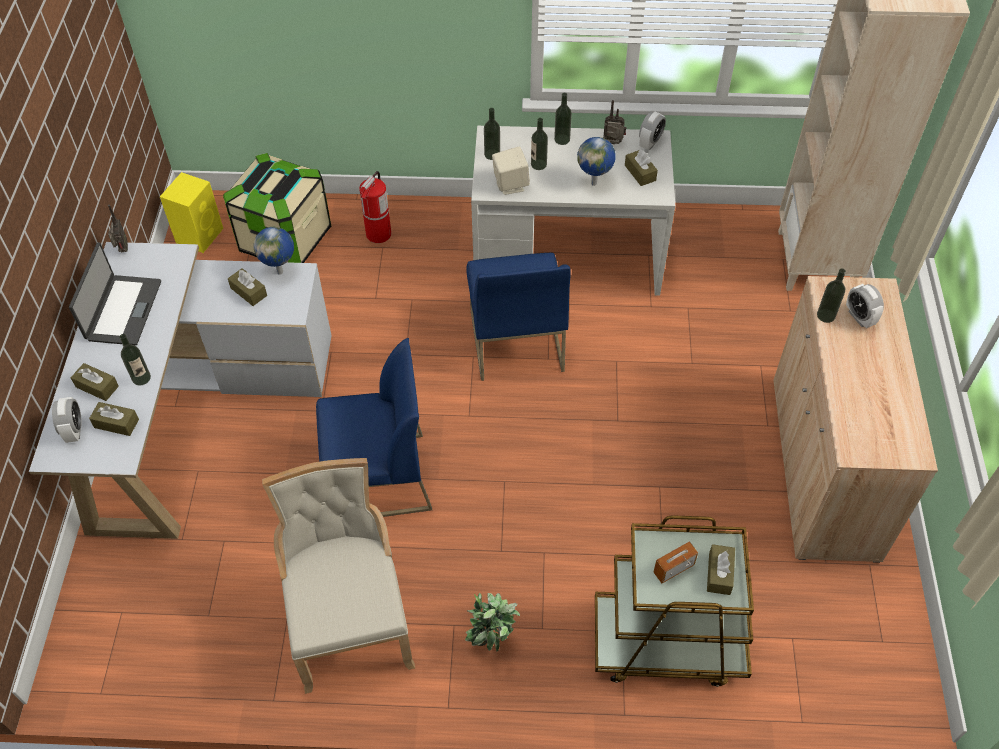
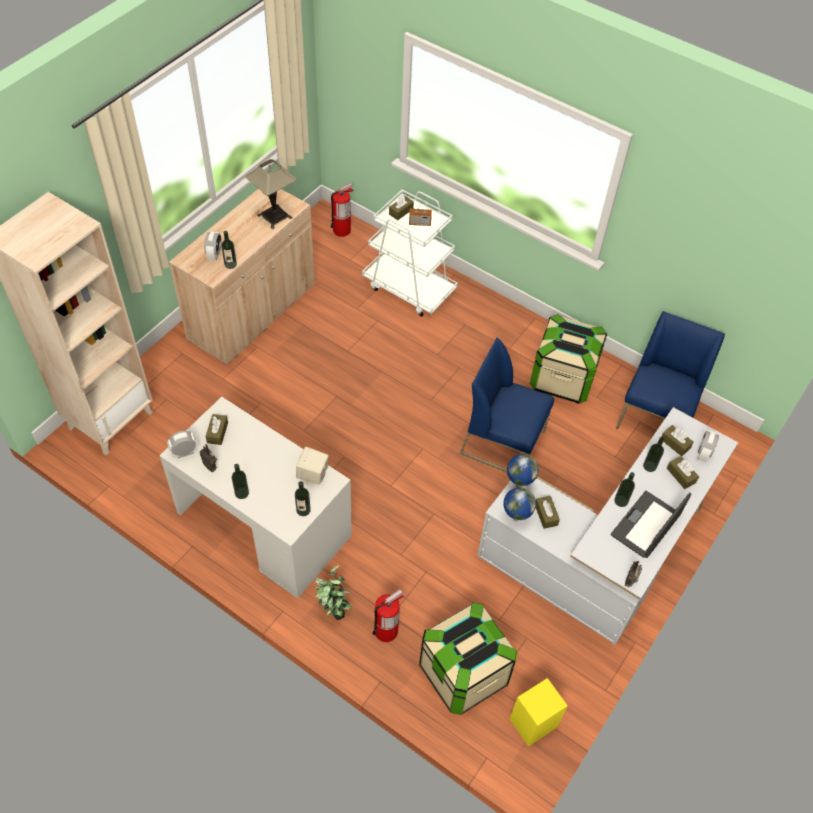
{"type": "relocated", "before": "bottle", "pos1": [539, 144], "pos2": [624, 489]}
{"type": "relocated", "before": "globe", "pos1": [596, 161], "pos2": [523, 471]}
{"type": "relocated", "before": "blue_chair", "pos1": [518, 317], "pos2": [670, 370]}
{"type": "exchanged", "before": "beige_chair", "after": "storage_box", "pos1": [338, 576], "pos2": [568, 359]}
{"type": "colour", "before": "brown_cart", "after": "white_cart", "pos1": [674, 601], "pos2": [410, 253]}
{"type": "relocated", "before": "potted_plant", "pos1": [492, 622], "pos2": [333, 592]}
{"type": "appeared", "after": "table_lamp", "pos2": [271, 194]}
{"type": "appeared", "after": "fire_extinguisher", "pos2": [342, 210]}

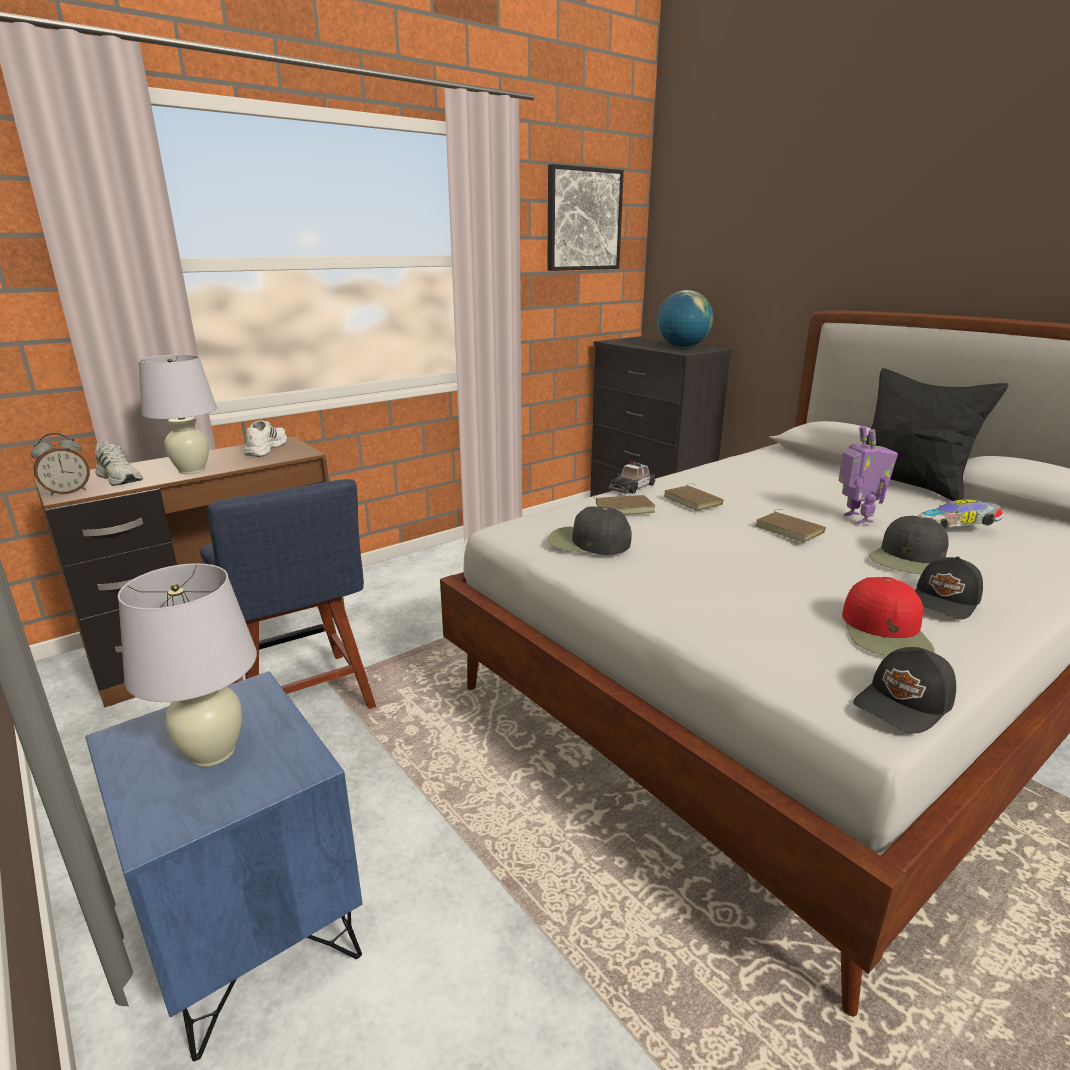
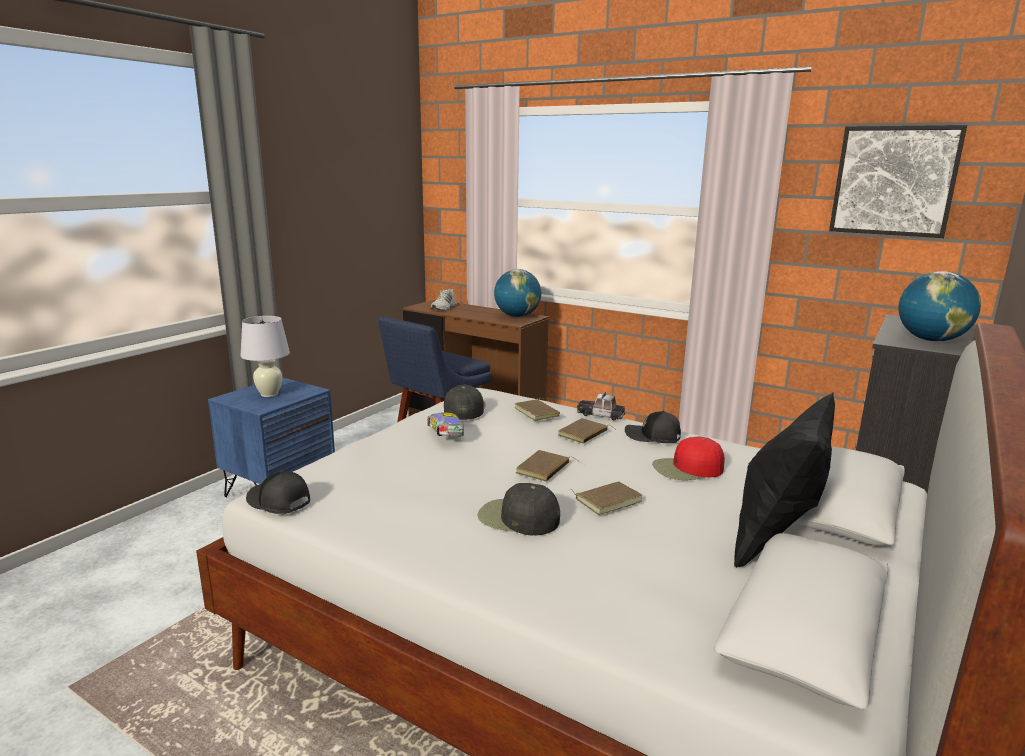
{"type": "missing", "before": "white_table_lamp", "pos1": [177, 414]}
{"type": "exchanged", "before": "white_shoe", "after": "globe", "pos1": [265, 438], "pos2": [517, 293]}
{"type": "exchanged", "before": "toy_robot", "after": "brown_book", "pos1": [868, 475], "pos2": [606, 498]}
{"type": "missing", "before": "alarm_clock", "pos1": [60, 464]}
{"type": "relocated", "before": "toy_car", "pos1": [960, 514], "pos2": [445, 425]}
{"type": "relocated", "before": "black_cap", "pos1": [949, 588], "pos2": [653, 427]}
{"type": "relocated", "before": "red_cap", "pos1": [888, 616], "pos2": [688, 458]}

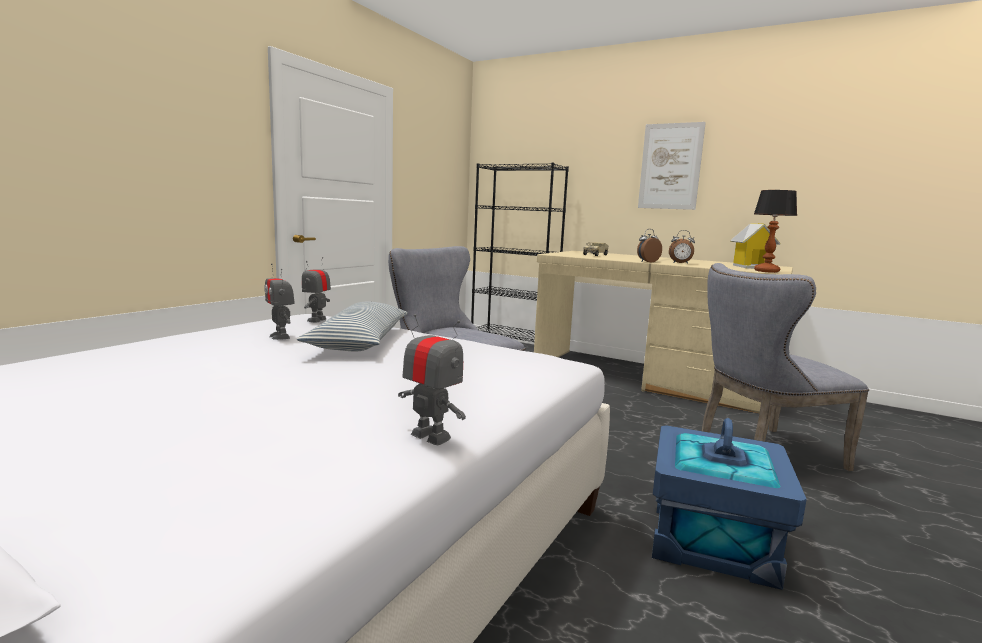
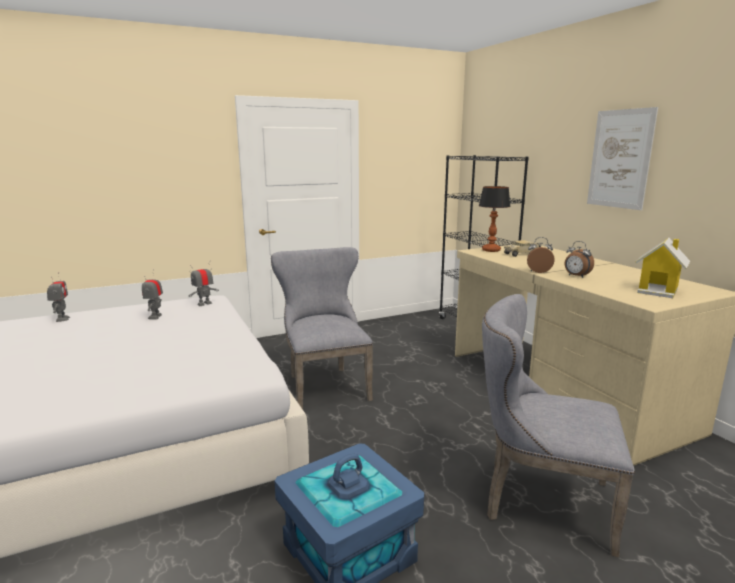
{"type": "relocated", "before": "table_lamp", "pos1": [775, 231], "pos2": [495, 219]}
{"type": "missing", "before": "pillow", "pos1": [352, 326]}
{"type": "relocated", "before": "toy_robot", "pos1": [432, 379], "pos2": [58, 297]}

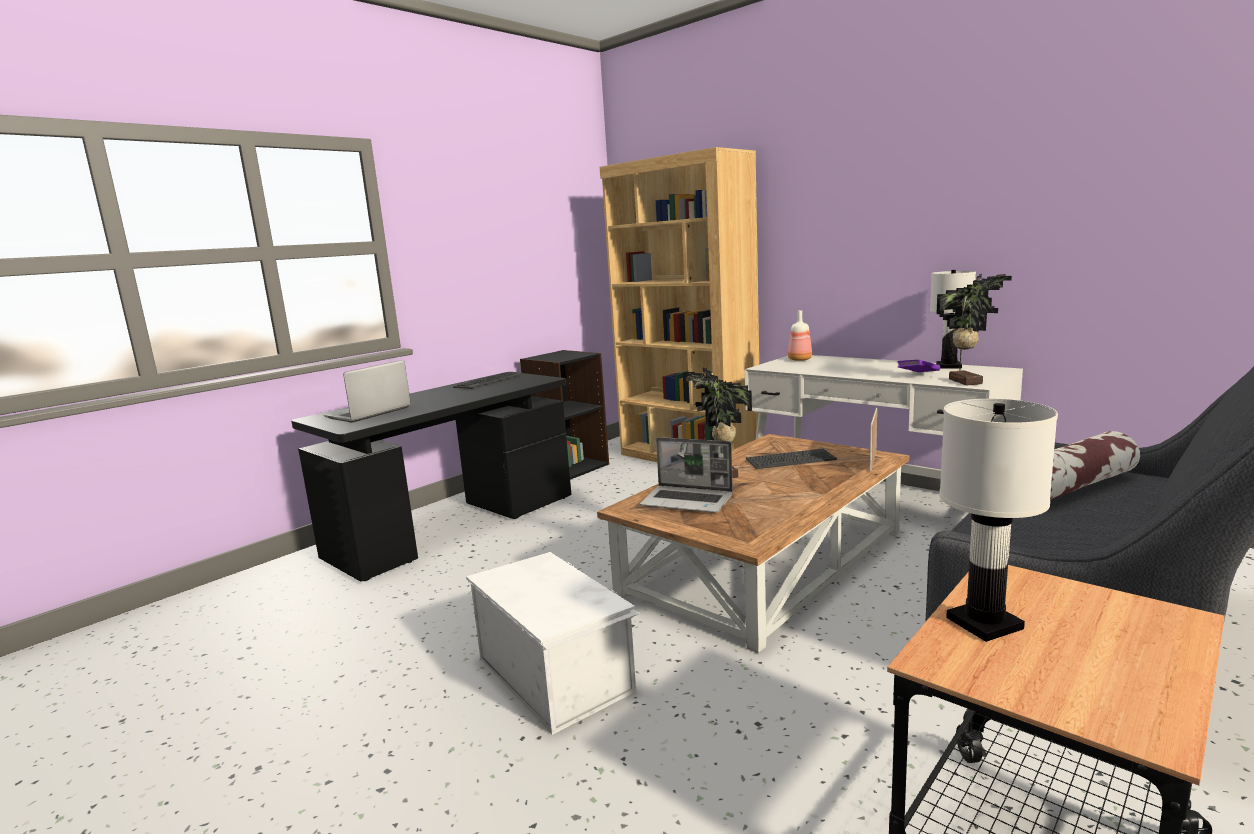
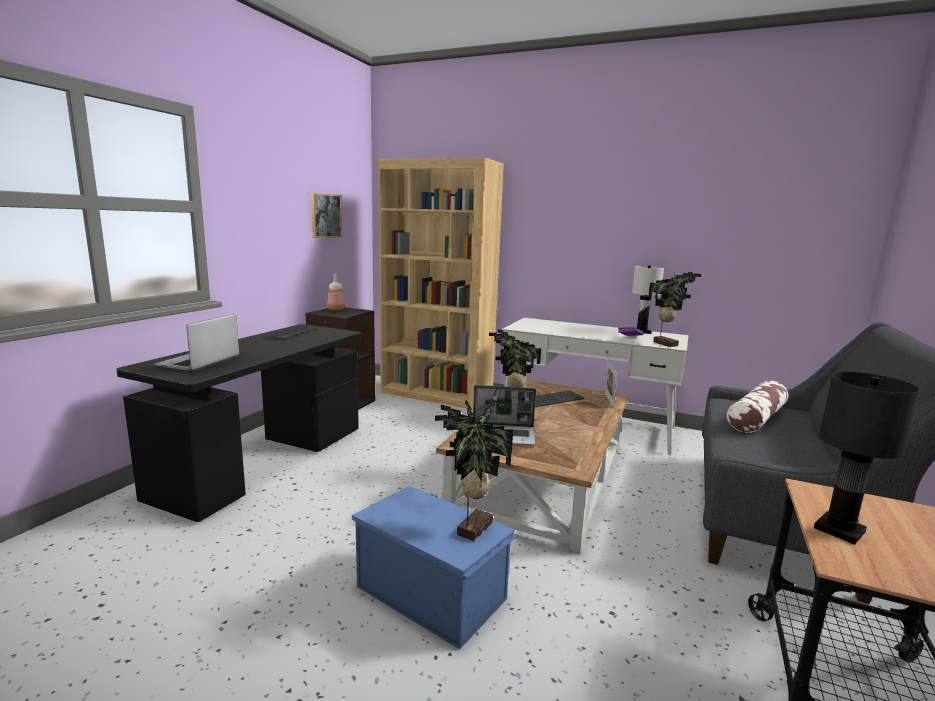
{"type": "relocated", "before": "bottle", "pos1": [800, 335], "pos2": [336, 292]}
{"type": "colour", "before": "white_table_lamp", "after": "black_table_lamp", "pos1": [998, 520], "pos2": [867, 458]}
{"type": "colour", "before": "white_storage_box", "after": "blue_storage_box", "pos1": [553, 643], "pos2": [435, 567]}
{"type": "appeared", "after": "picture", "pos2": [326, 215]}
{"type": "appeared", "after": "potted_plant", "pos2": [474, 470]}

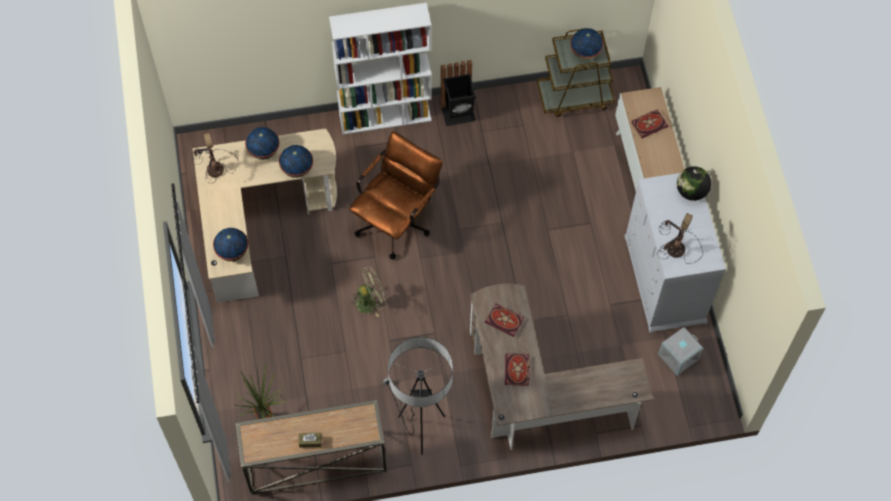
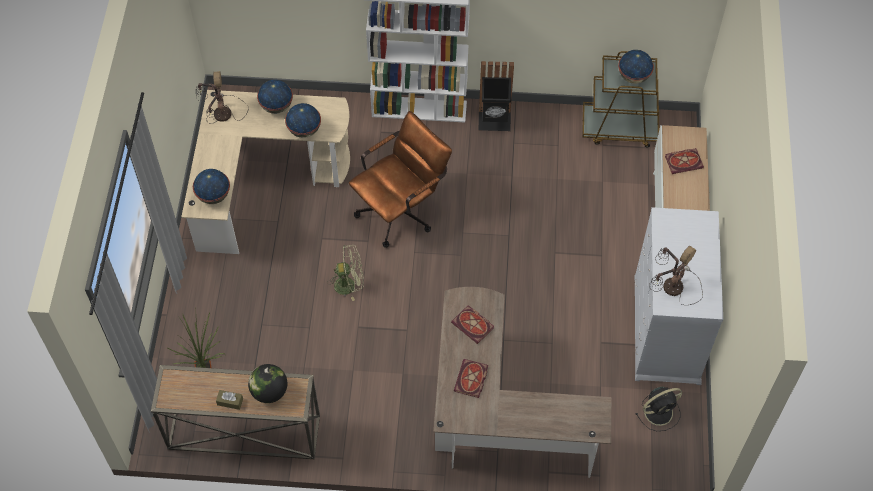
{"type": "relocated", "before": "globe", "pos1": [694, 183], "pos2": [267, 383]}
{"type": "exchanged", "before": "grey_storage_box", "after": "black_fan", "pos1": [680, 351], "pos2": [659, 409]}
{"type": "missing", "before": "floor_lamp", "pos1": [418, 396]}

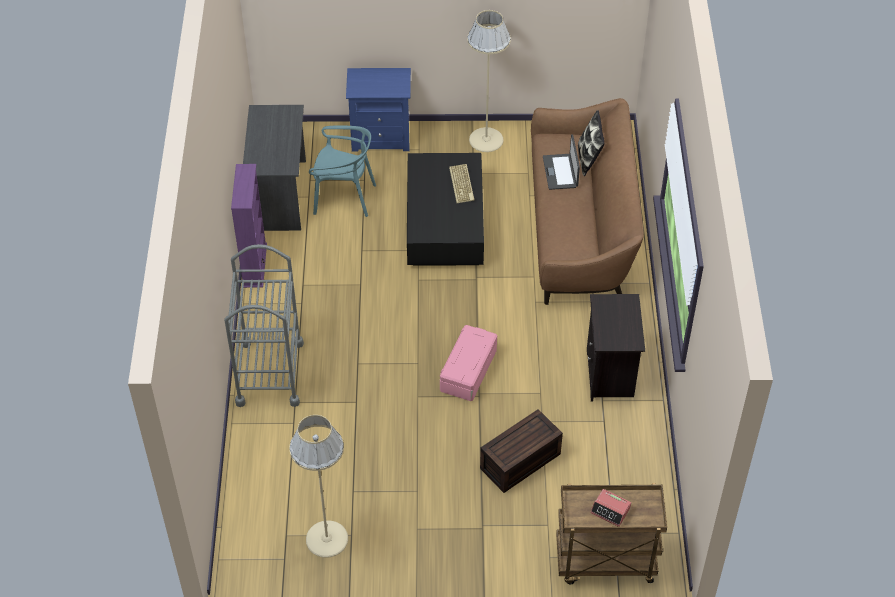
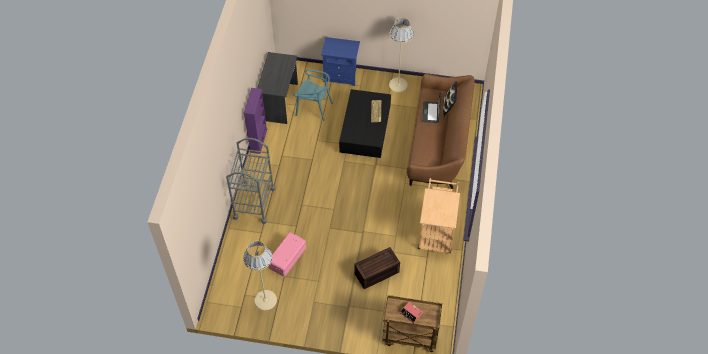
{"type": "exchanged", "before": "black_nightstand", "after": "beige_cart", "pos1": [616, 347], "pos2": [439, 215]}
{"type": "relocated", "before": "pink_storage_box", "pos1": [468, 363], "pos2": [287, 254]}

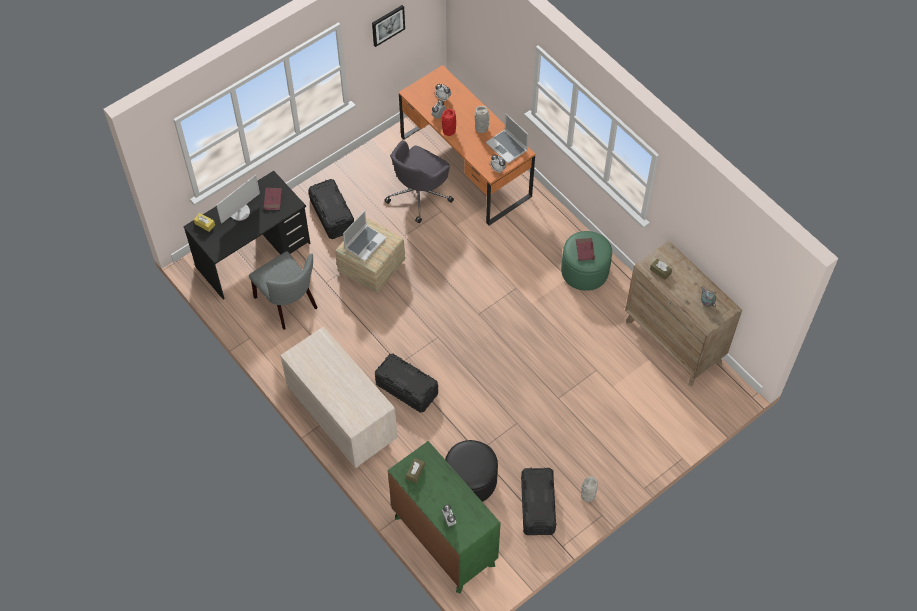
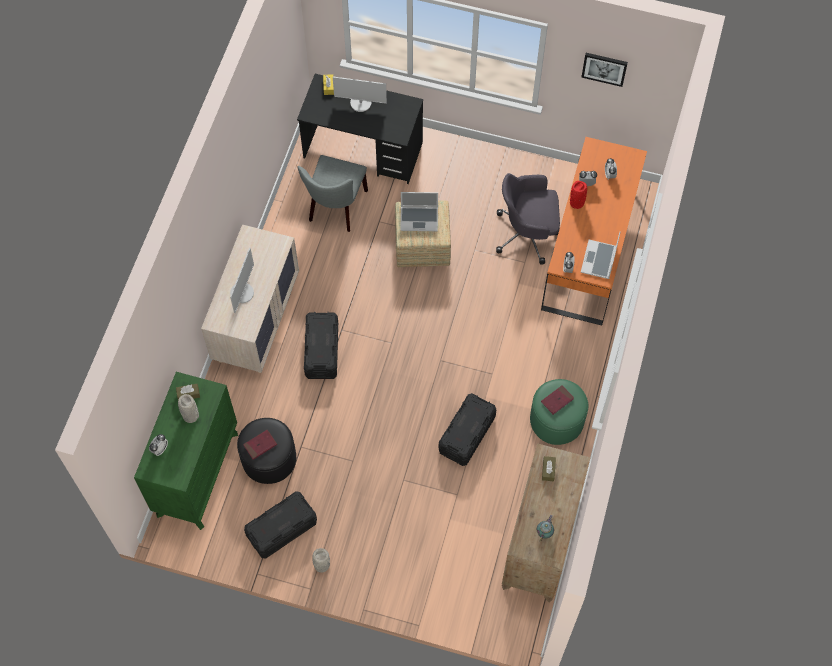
{"type": "relocated", "before": "grey_vase", "pos1": [482, 119], "pos2": [188, 408]}
{"type": "relocated", "before": "black_storage_box", "pos1": [331, 209], "pos2": [467, 429]}
{"type": "relocated", "before": "red_book", "pos1": [273, 199], "pos2": [260, 445]}
{"type": "appeared", "after": "monitor", "pos2": [242, 280]}

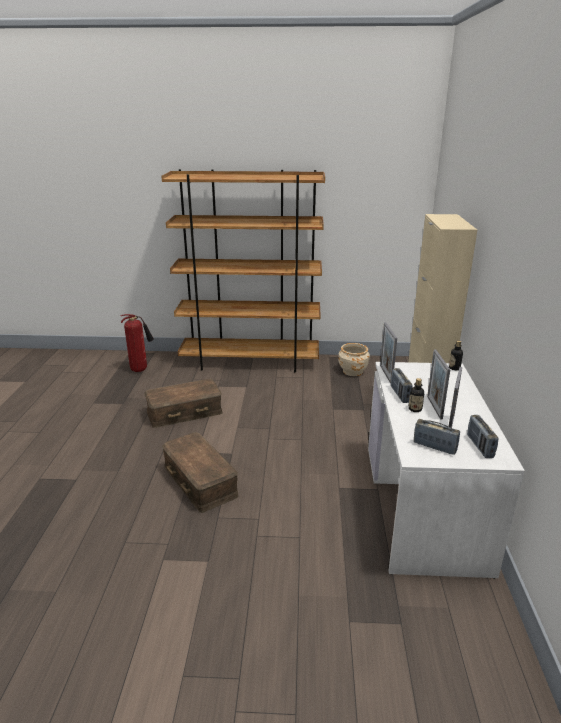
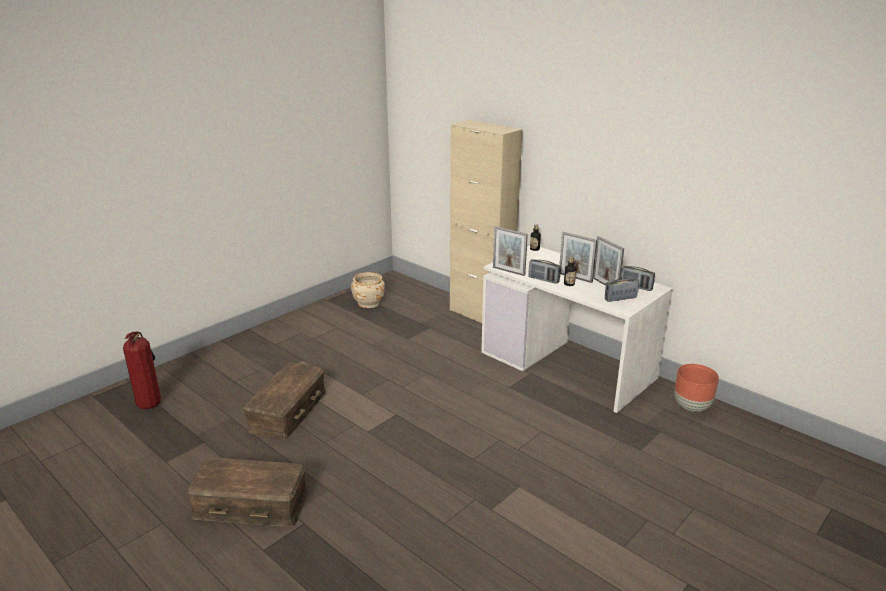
{"type": "missing", "before": "brown_bookcase", "pos1": [243, 270]}
{"type": "relocated", "before": "brown_storage_box", "pos1": [200, 472], "pos2": [247, 492]}
{"type": "appeared", "after": "brown_planter", "pos2": [696, 388]}

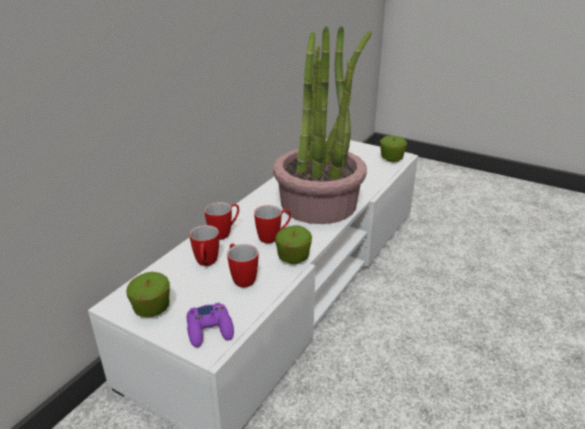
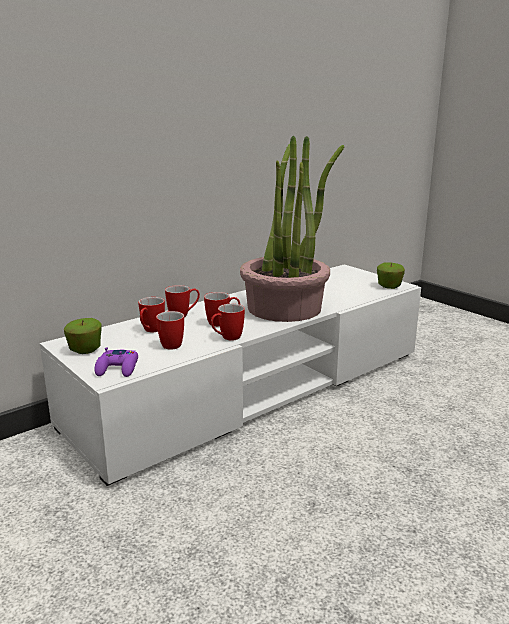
{"type": "exchanged", "before": "apple", "after": "mug", "pos1": [293, 245], "pos2": [228, 322]}

